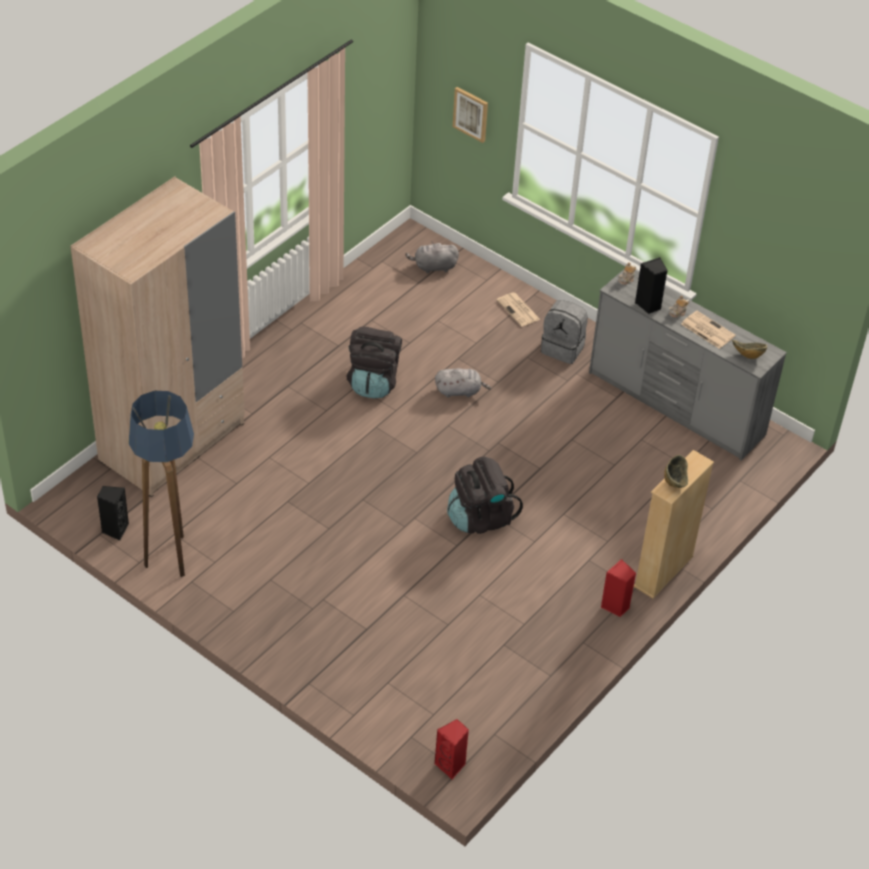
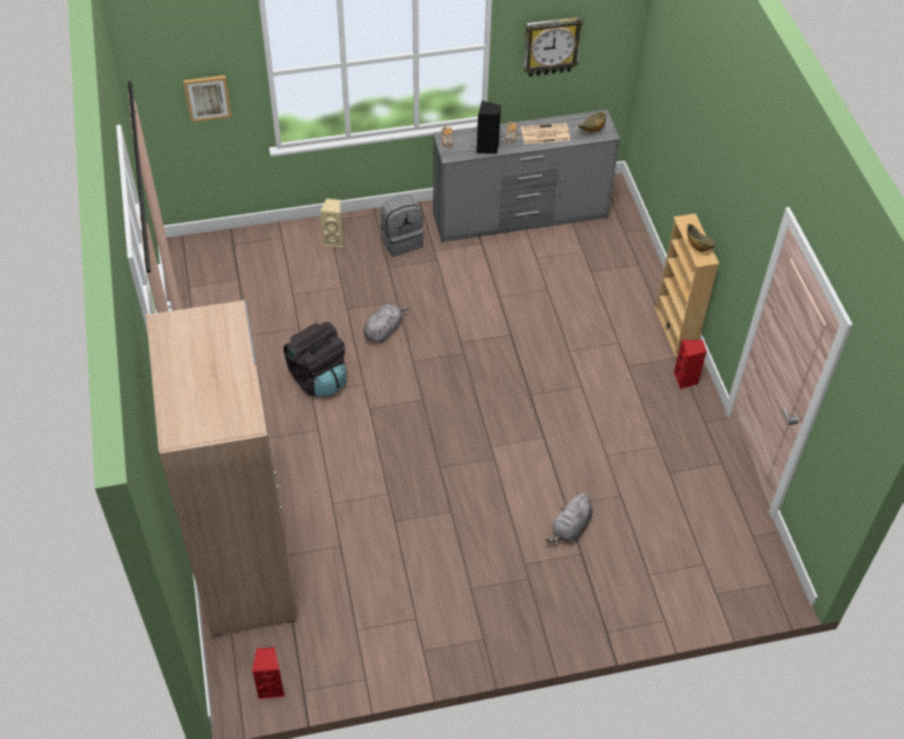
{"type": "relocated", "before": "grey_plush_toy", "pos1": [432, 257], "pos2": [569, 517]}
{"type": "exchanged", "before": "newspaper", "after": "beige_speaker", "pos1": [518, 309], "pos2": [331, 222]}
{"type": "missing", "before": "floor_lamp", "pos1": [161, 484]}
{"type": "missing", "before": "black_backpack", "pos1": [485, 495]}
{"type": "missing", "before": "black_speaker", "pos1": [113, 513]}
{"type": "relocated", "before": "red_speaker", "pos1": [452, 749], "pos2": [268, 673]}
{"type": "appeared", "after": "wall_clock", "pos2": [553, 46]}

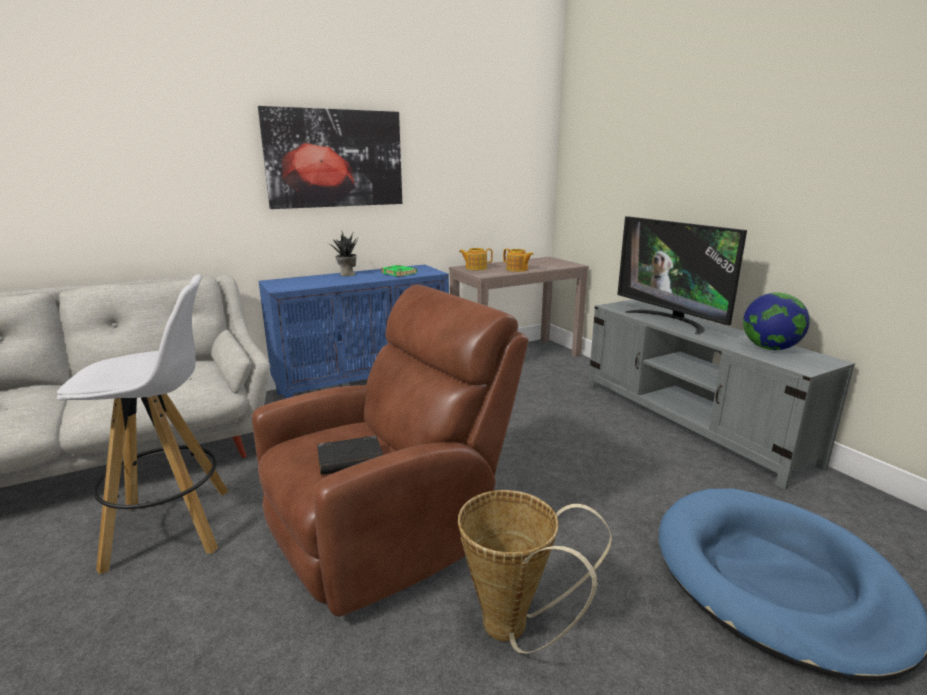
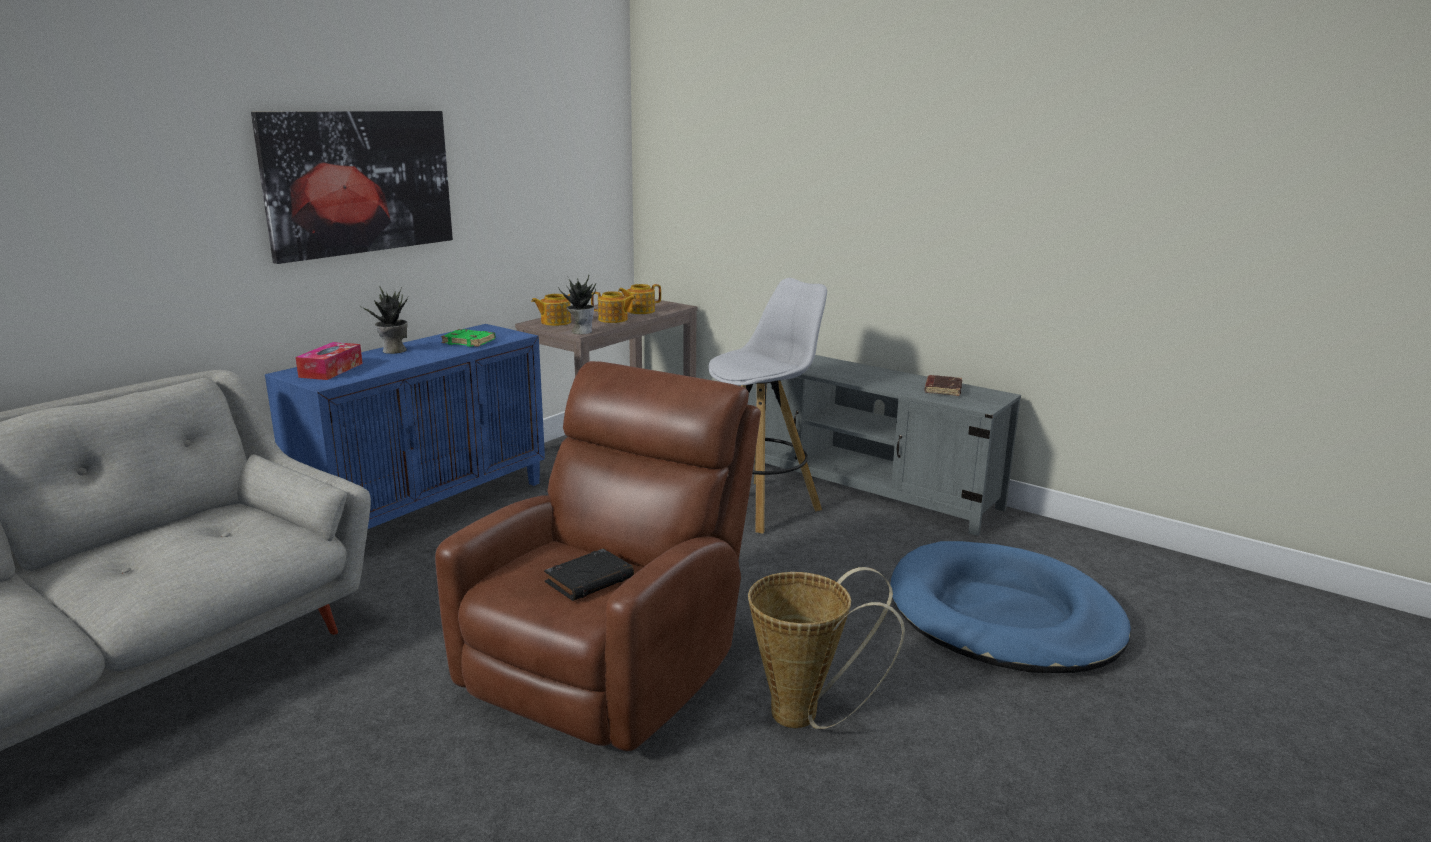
{"type": "missing", "before": "television", "pos1": [682, 275]}
{"type": "relocated", "before": "white_stool", "pos1": [143, 424], "pos2": [767, 406]}
{"type": "exchanged", "before": "globe", "after": "brown_book", "pos1": [776, 321], "pos2": [943, 385]}
{"type": "appeared", "after": "potted_plant", "pos2": [577, 304]}
{"type": "appeared", "after": "teapot", "pos2": [639, 299]}
{"type": "appeared", "after": "tissue_box", "pos2": [329, 361]}

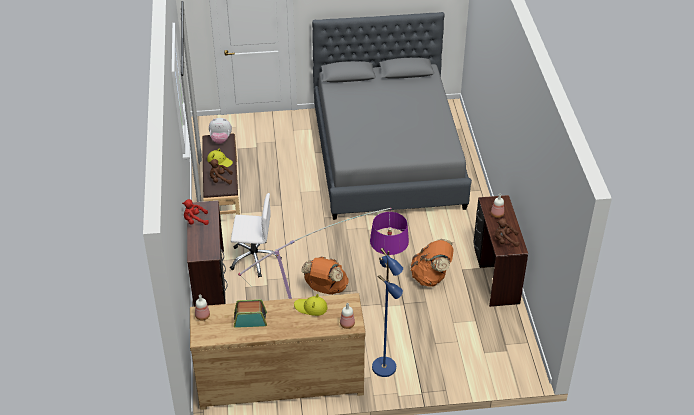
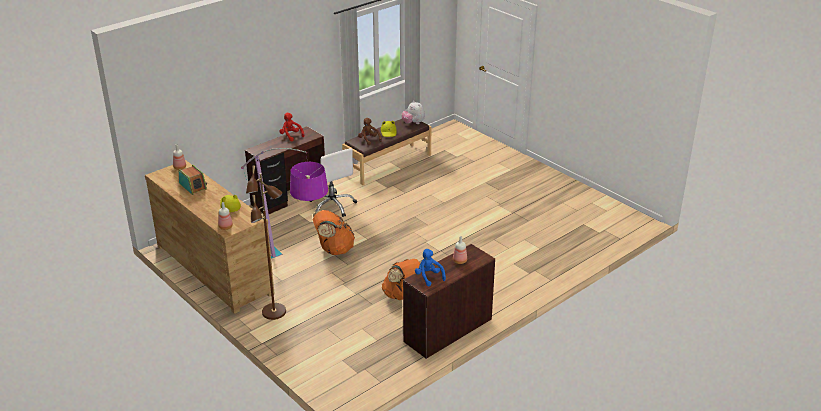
{"type": "missing", "before": "grey_bed", "pos1": [392, 116]}
{"type": "colour", "before": "brown_plush_toy", "after": "blue_plush_toy", "pos1": [507, 232], "pos2": [430, 267]}
{"type": "colour", "before": "blue_floor_lamp", "after": "brown_floor_lamp", "pos1": [387, 312], "pos2": [266, 242]}

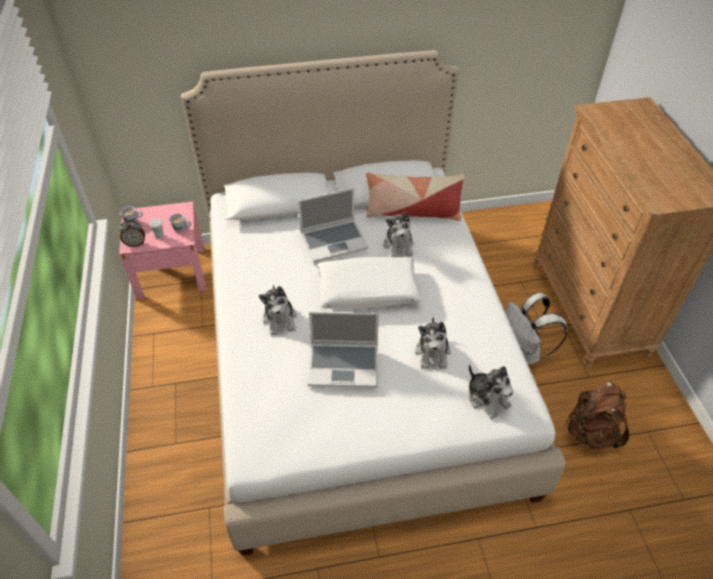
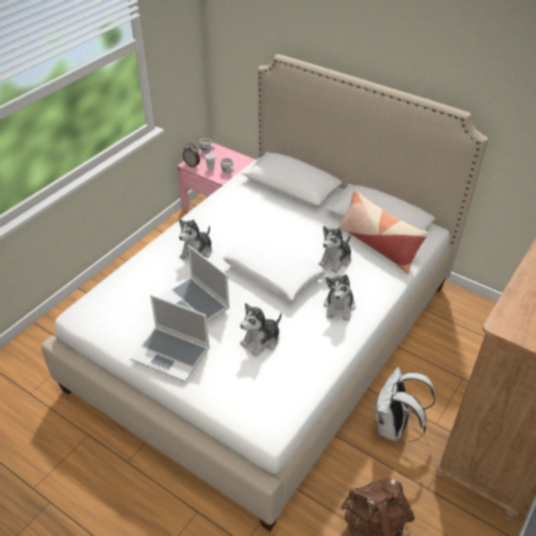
{"type": "relocated", "before": "laptop", "pos1": [333, 225], "pos2": [170, 338]}
{"type": "relocated", "before": "plush_toy", "pos1": [490, 391], "pos2": [339, 298]}

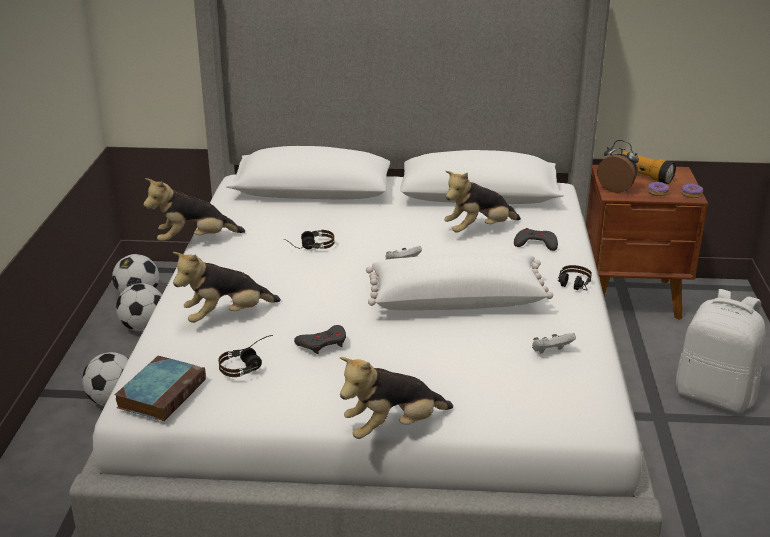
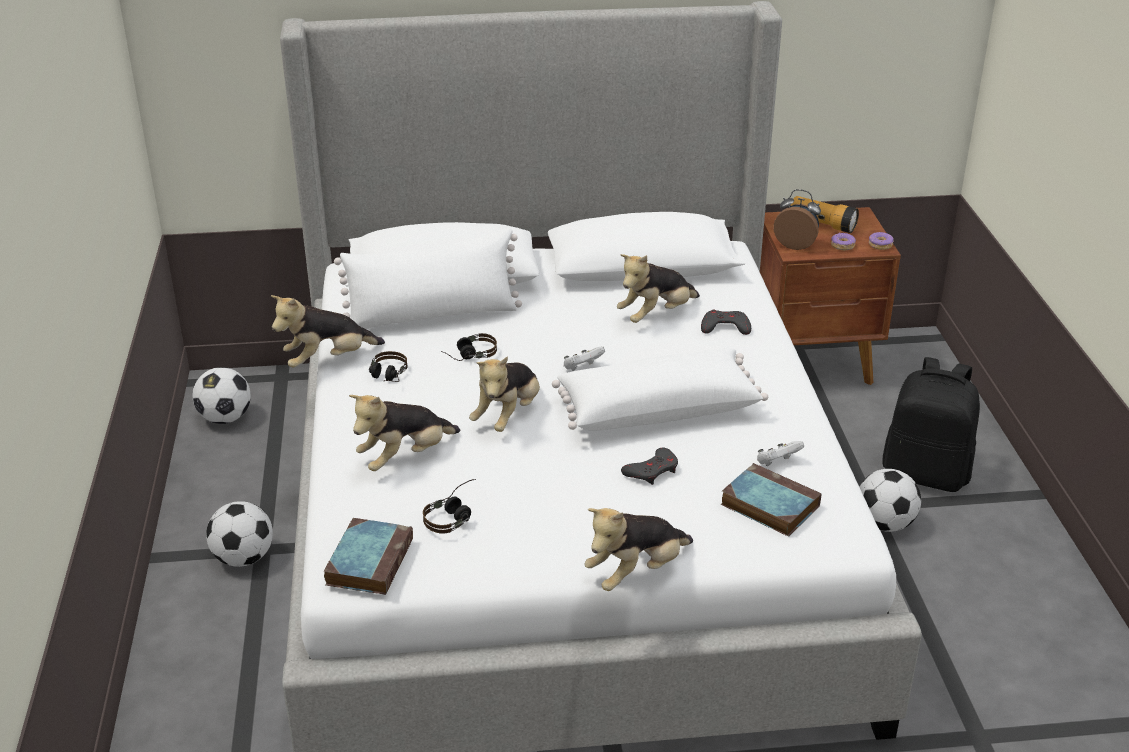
{"type": "relocated", "before": "headphones", "pos1": [575, 277], "pos2": [388, 366]}
{"type": "relocated", "before": "football", "pos1": [139, 307], "pos2": [890, 500]}
{"type": "colour", "before": "white_backpack", "after": "black_backpack", "pos1": [721, 351], "pos2": [931, 424]}
{"type": "relocated", "before": "grey_game_controller", "pos1": [320, 339], "pos2": [649, 466]}
{"type": "appeared", "after": "white_pillow", "pos2": [428, 278]}
{"type": "appeared", "after": "plush_toy", "pos2": [504, 394]}
{"type": "appeared", "after": "book", "pos2": [771, 500]}

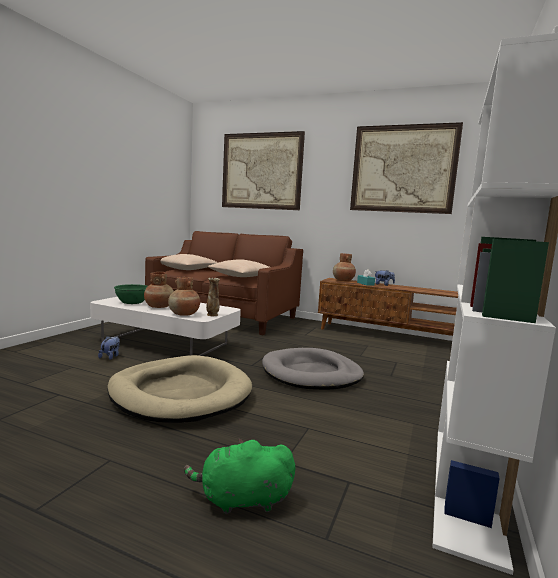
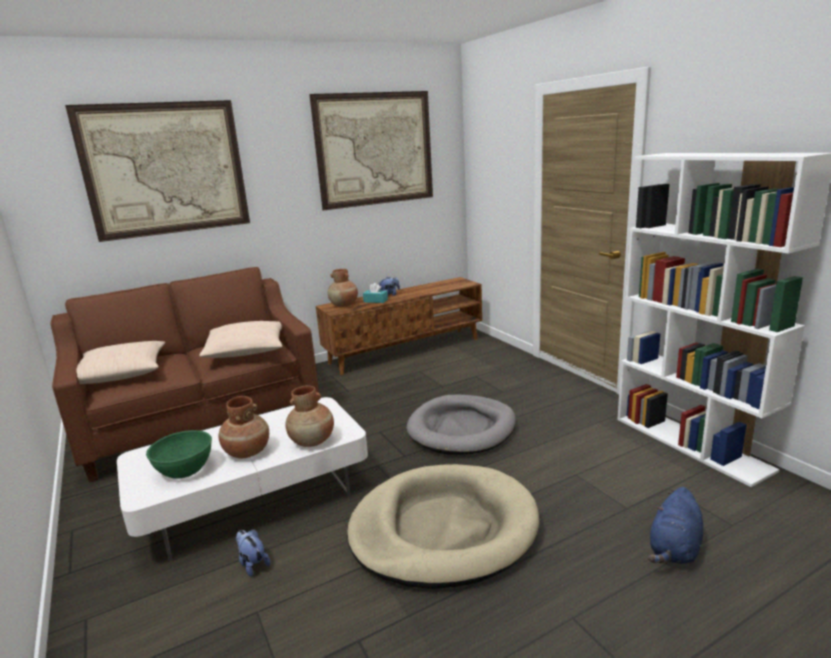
{"type": "missing", "before": "vase", "pos1": [213, 297]}
{"type": "colour", "before": "green_plush_toy", "after": "blue_plush_toy", "pos1": [239, 476], "pos2": [675, 525]}

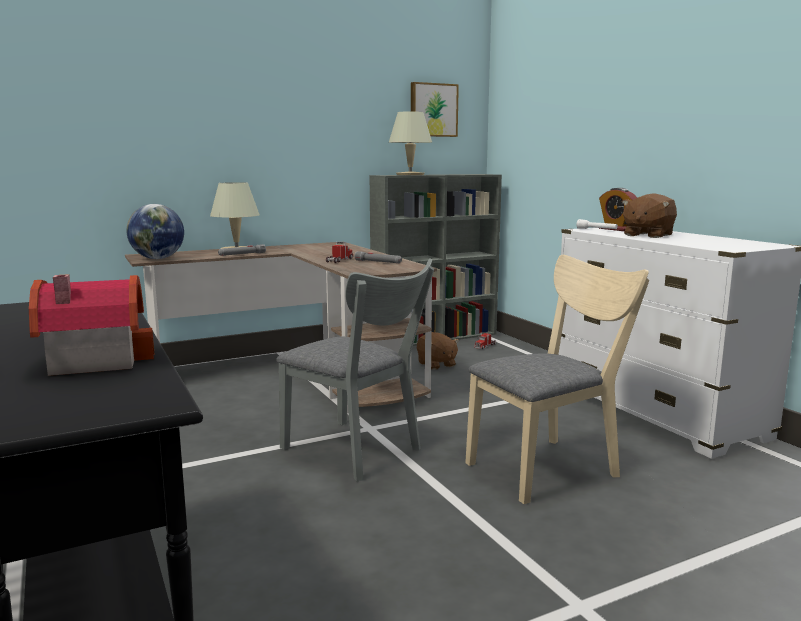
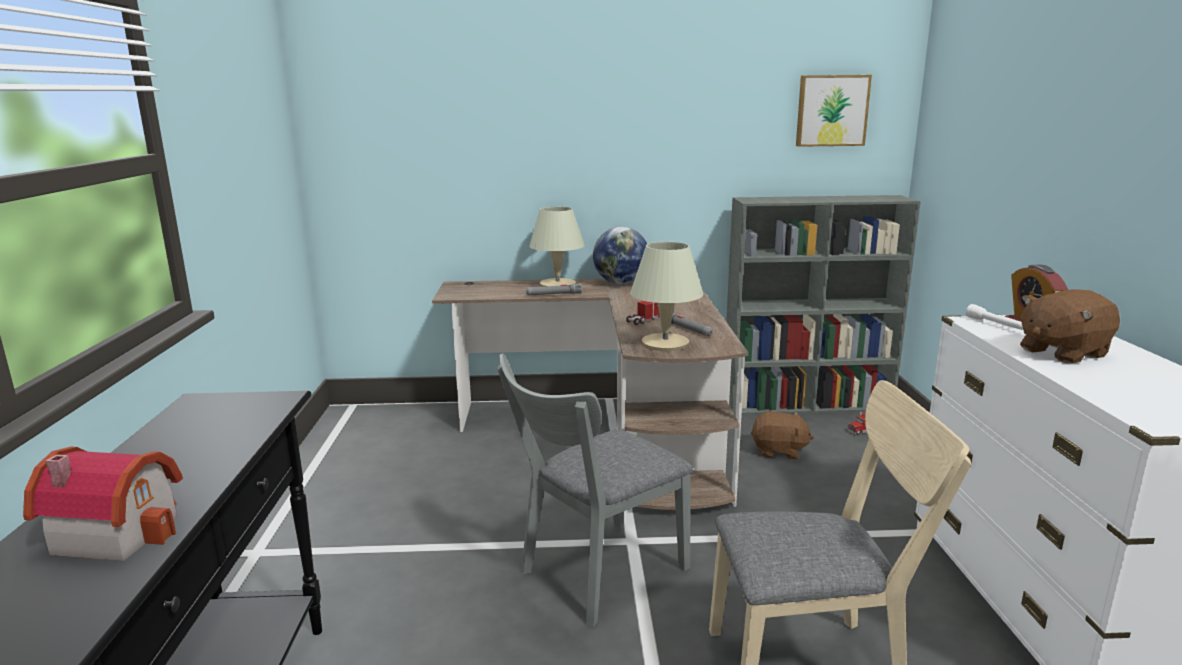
{"type": "relocated", "before": "beige_table_lamp", "pos1": [410, 143], "pos2": [666, 296]}
{"type": "relocated", "before": "globe", "pos1": [155, 231], "pos2": [620, 255]}
{"type": "spun", "before": "grey_chair", "pos1": [355, 369], "pos2": [595, 490], "turn": 75}
{"type": "spun", "before": "brown_plush_toy", "pos1": [438, 351], "pos2": [782, 435], "turn": -75}

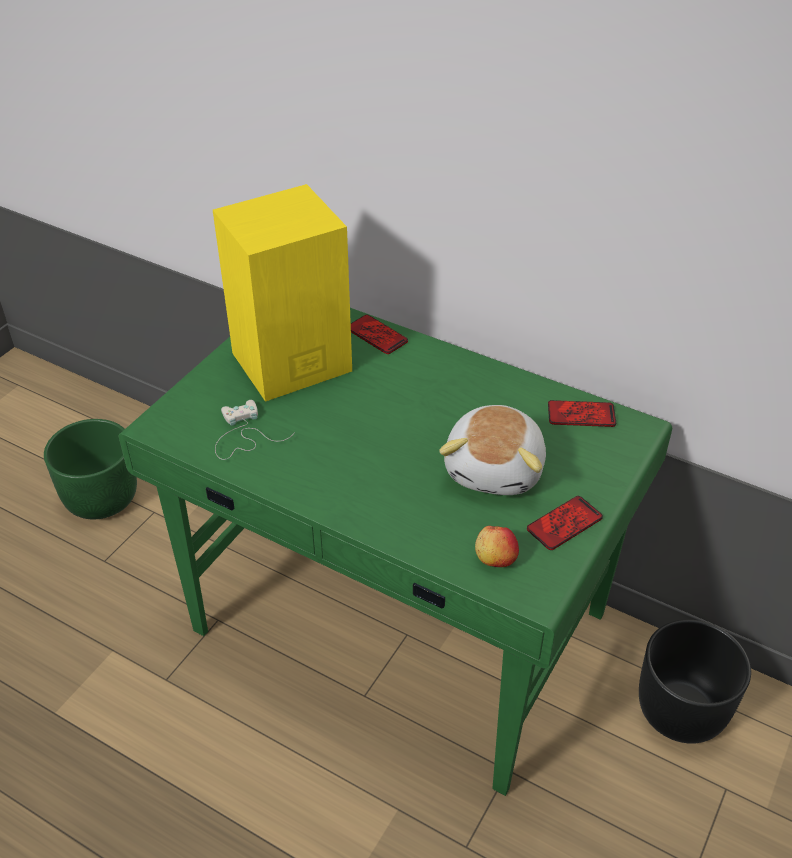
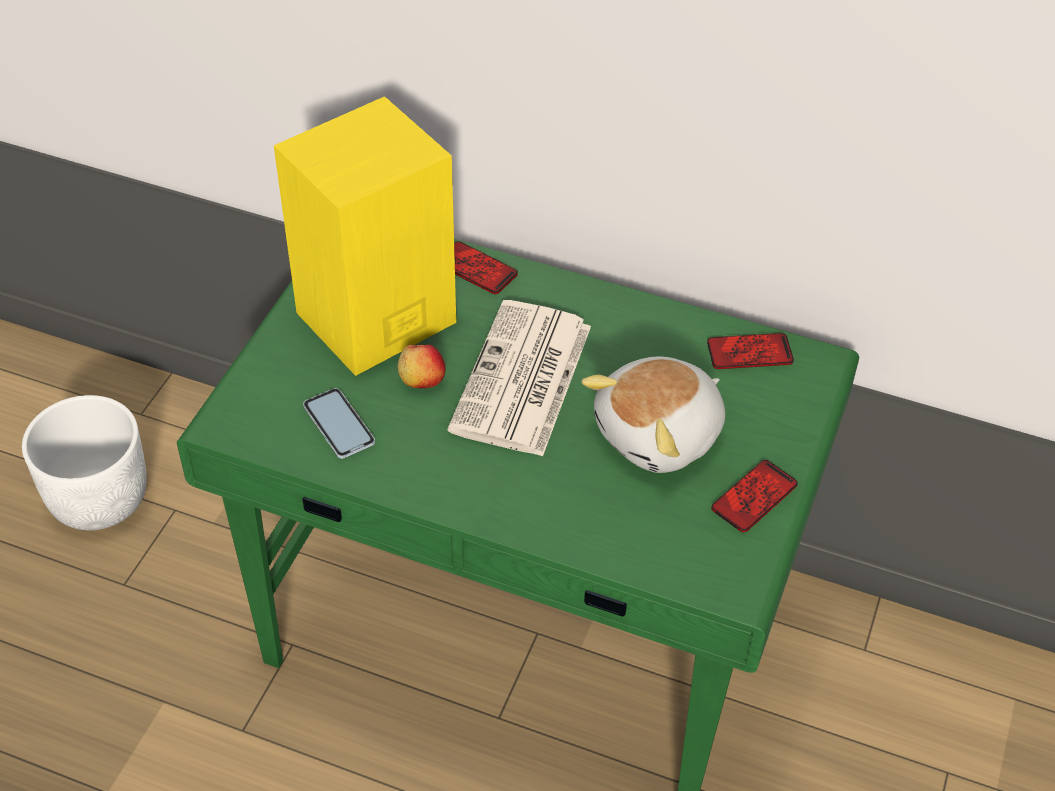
{"type": "exchanged", "before": "white_game_controller", "after": "phone", "pos1": [255, 430], "pos2": [339, 423]}
{"type": "spun", "before": "plush_toy", "pos1": [492, 450], "pos2": [653, 414], "turn": 45}
{"type": "colour", "before": "green_planter", "after": "white_planter", "pos1": [90, 469], "pos2": [84, 462]}
{"type": "relocated", "before": "apple", "pos1": [497, 546], "pos2": [421, 366]}
{"type": "missing", "before": "black_planter", "pos1": [695, 681]}
{"type": "appeared", "after": "newspaper", "pos2": [519, 378]}

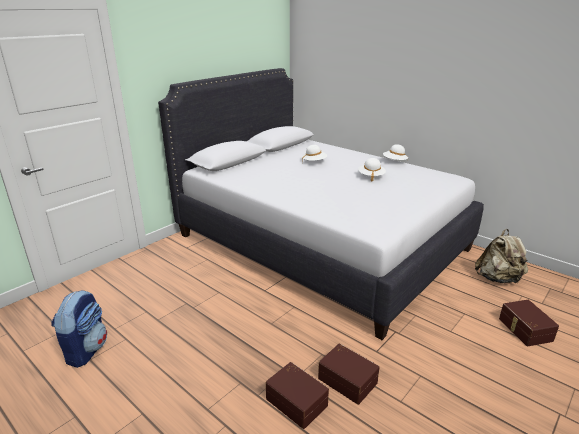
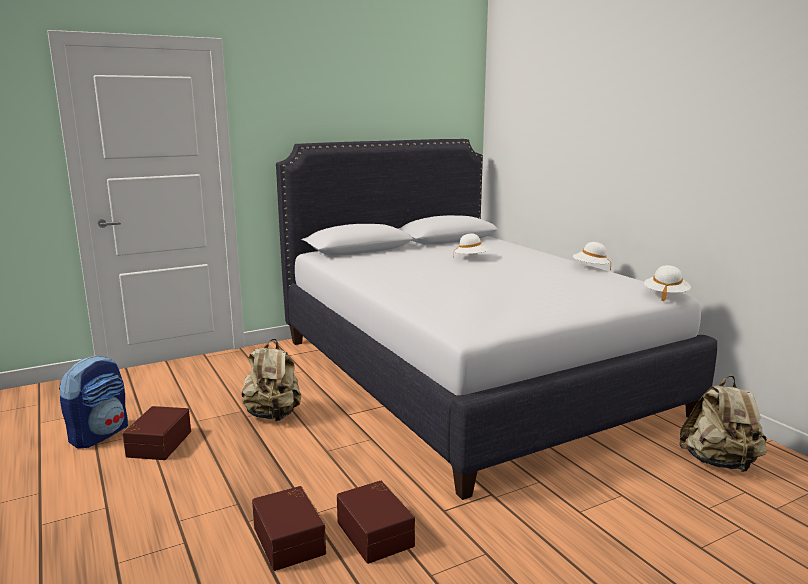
{"type": "relocated", "before": "white_hat", "pos1": [372, 170], "pos2": [667, 283]}
{"type": "relocated", "before": "brown_storage_box", "pos1": [529, 323], "pos2": [156, 433]}
{"type": "appeared", "after": "beige_backpack", "pos2": [271, 380]}

